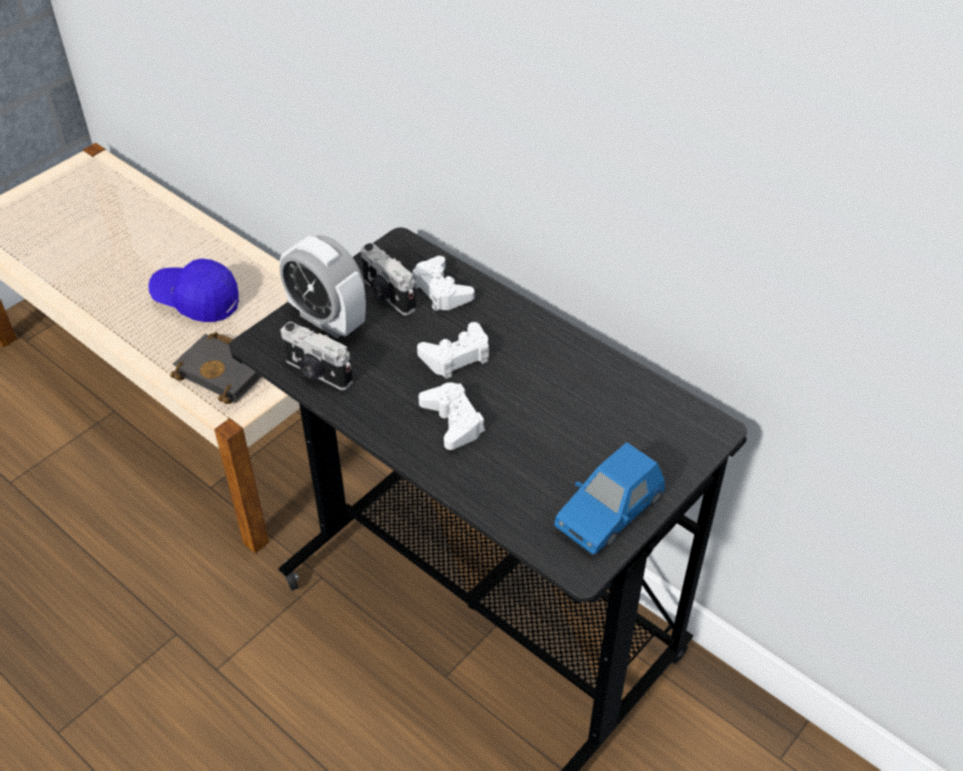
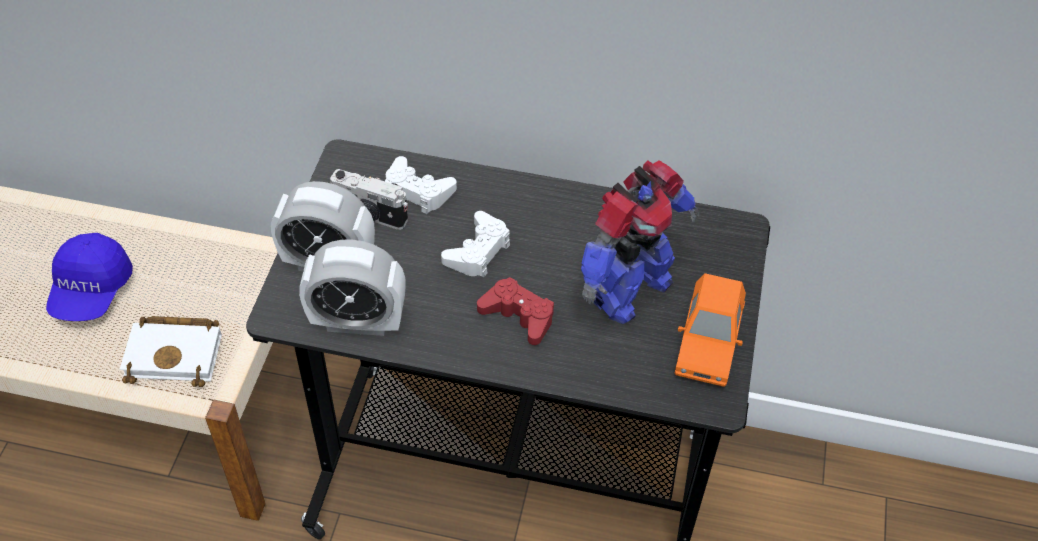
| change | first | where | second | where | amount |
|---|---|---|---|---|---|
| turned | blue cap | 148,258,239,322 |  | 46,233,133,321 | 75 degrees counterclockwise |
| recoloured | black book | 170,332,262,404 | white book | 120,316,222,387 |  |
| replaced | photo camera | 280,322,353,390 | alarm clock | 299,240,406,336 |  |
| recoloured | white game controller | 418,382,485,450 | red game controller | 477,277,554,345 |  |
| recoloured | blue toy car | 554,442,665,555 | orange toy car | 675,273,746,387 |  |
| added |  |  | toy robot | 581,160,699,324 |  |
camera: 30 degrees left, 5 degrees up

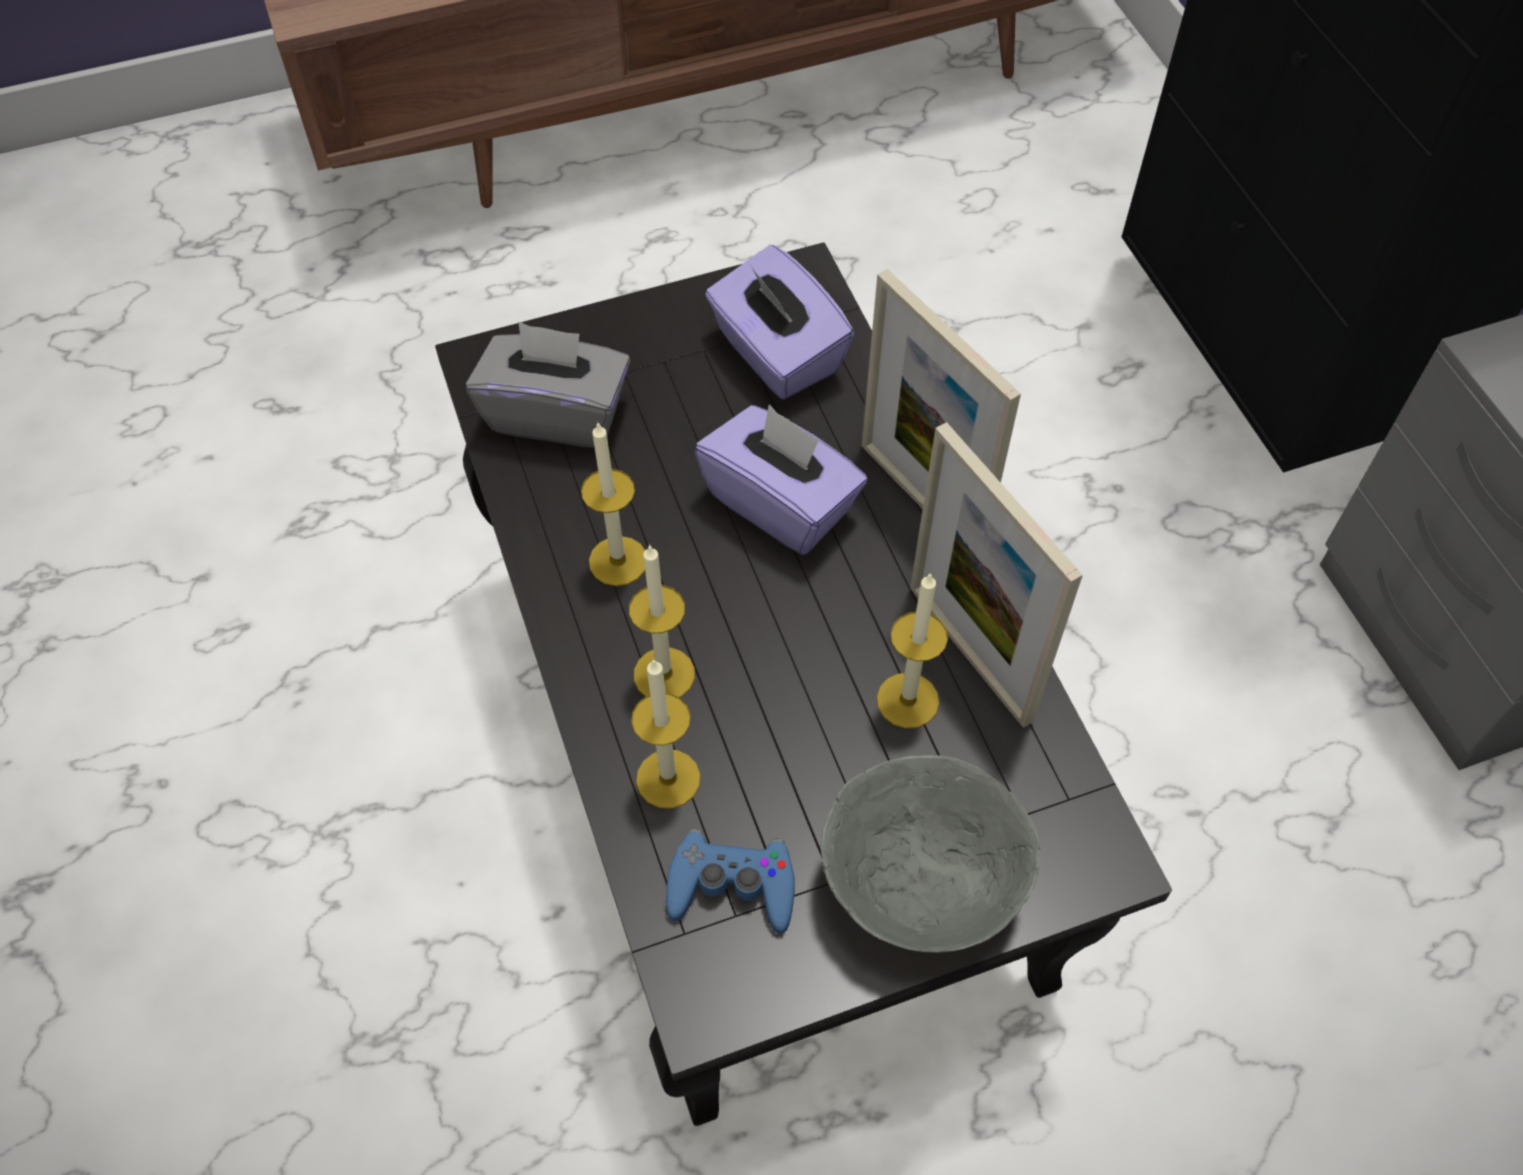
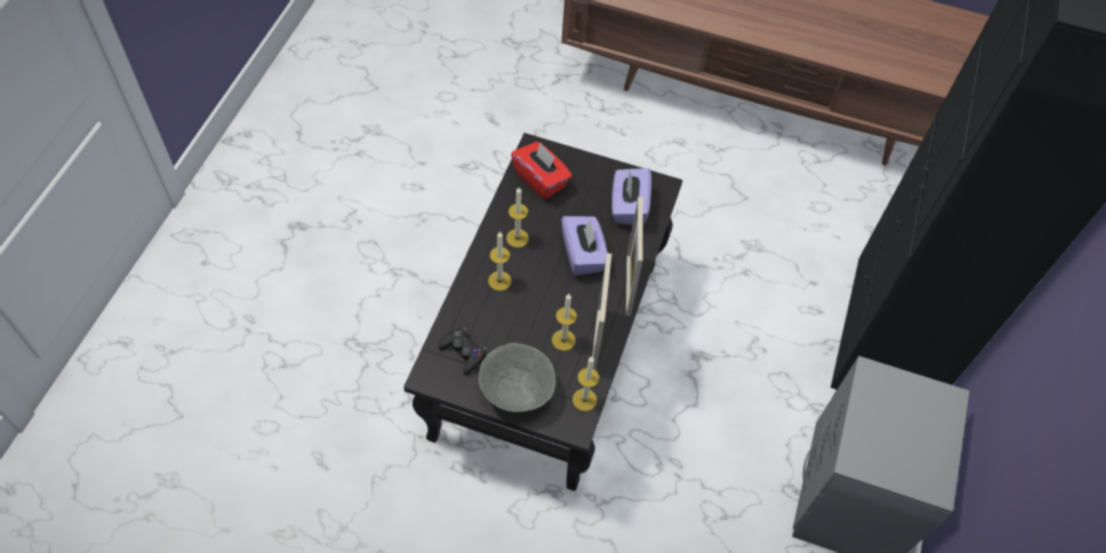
| change | first | where | second | where | amount |
|---|---|---|---|---|---|
| recoloured | grey tissue box | 466,322,631,448 | red tissue box | 511,142,572,200 |  |
| moved | candle | 631,659,701,809 |  | 572,357,599,411 |  |
| recoloured | blue game controller | 666,829,795,934 | black game controller | 438,327,486,375 |  |
camera: 35 degrees right, 0 degrees up

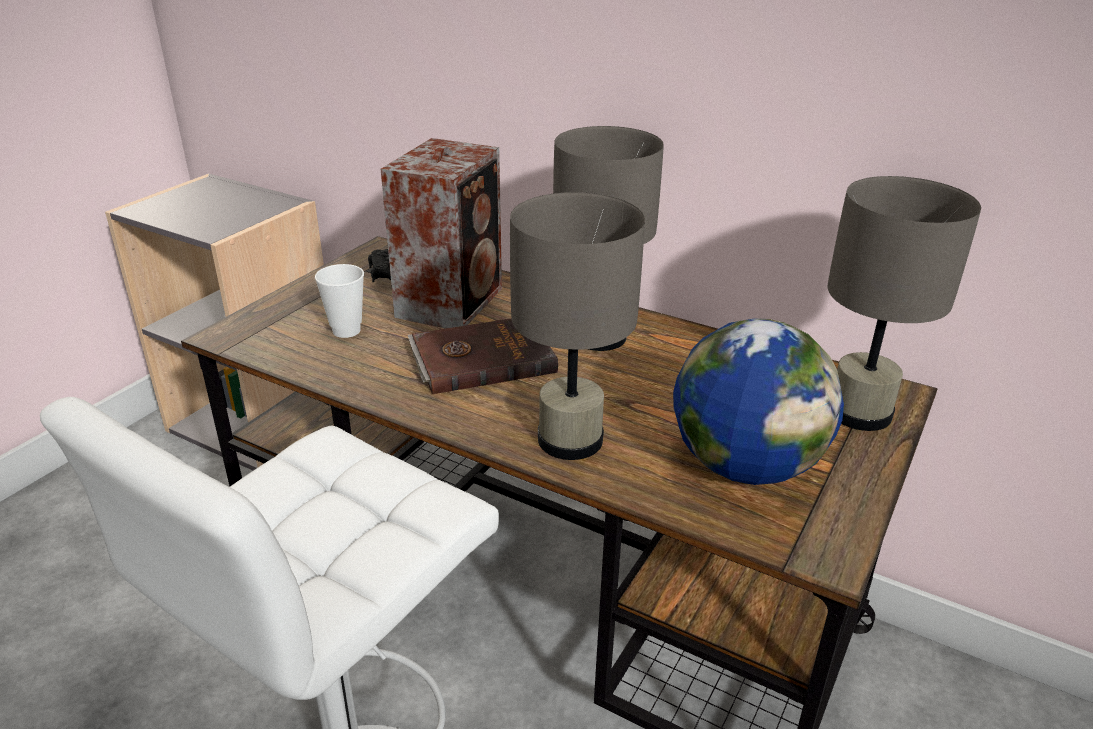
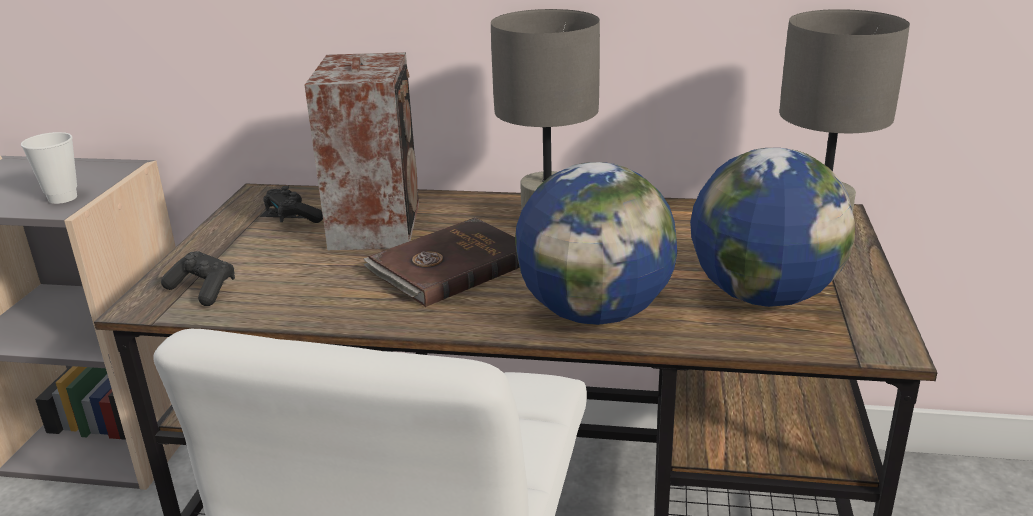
| change | first | where | second | where | amount |
|---|---|---|---|---|---|
| moved | cup | 315,264,364,338 |  | 21,132,77,204 |  |
| replaced | grey table lamp | 510,192,645,460 | globe | 515,162,677,325 |  |
| added |  |  | black game controller | 161,251,235,306 |  |
camera: 20 degrees left, 5 degrees down

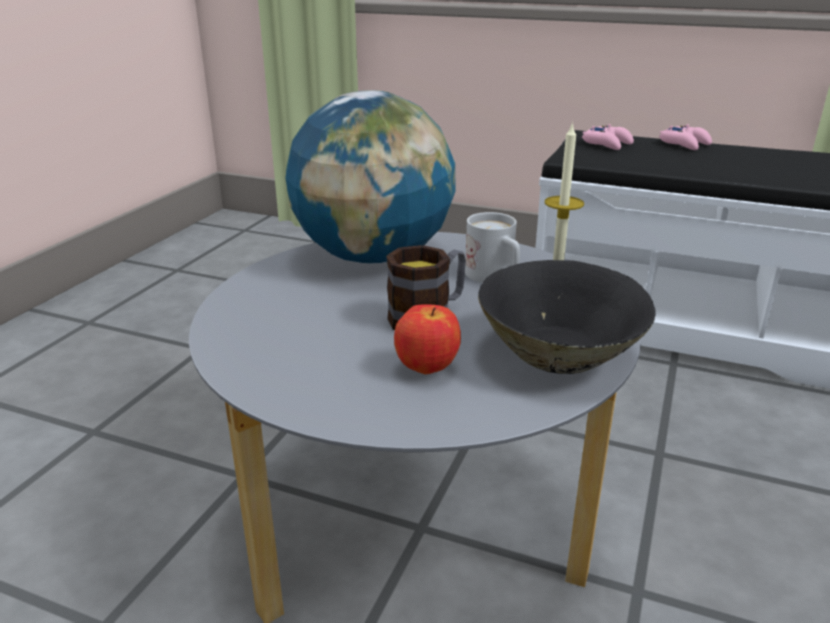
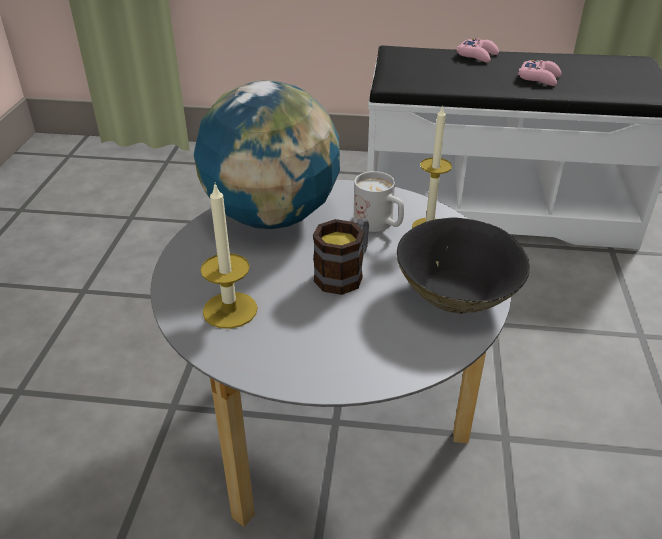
| change | first | where | second | where | amount |
|---|---|---|---|---|---|
| removed | apple | 394,304,461,374 |  |  |  |
| moved | pink game controller | 582,124,634,150 |  | 518,60,561,86 |  |
| added |  |  | candle | 200,184,258,329 |  |
camera: 15 degrees left, 10 degrees up

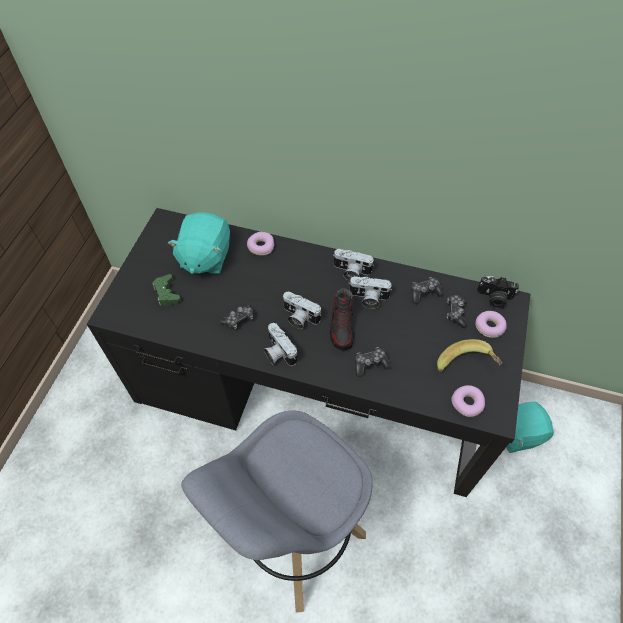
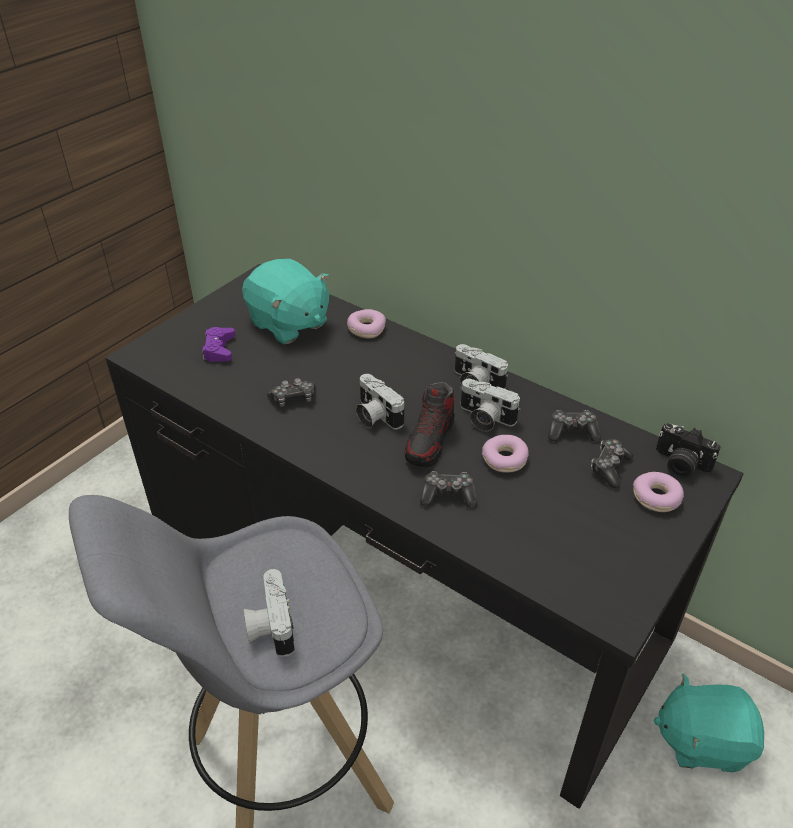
| change | first | where | second | where | amount |
|---|---|---|---|---|---|
| recoloured | green game controller | 152,274,181,306 | purple game controller | 202,327,235,362 |  |
| turned | turquoise plush toy | 168,212,230,274 |  | 242,259,330,344 | 75 degrees counterclockwise |
| moved | photo camera | 264,323,297,366 |  | 244,569,295,657 |  |
| removed | banana | 437,339,503,372 |  |  |  |
| moved | donut | 451,385,485,417 |  | 482,435,529,473 |  |
camera: 20 degrees right, 15 degrees down

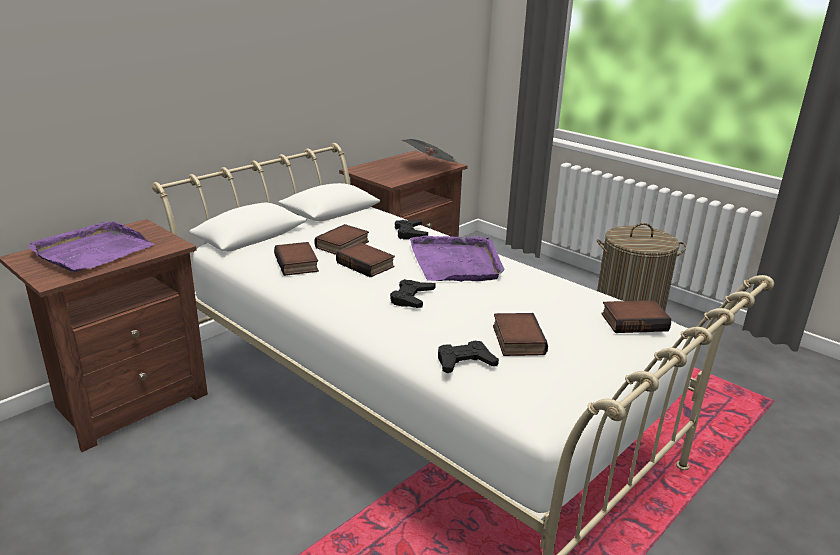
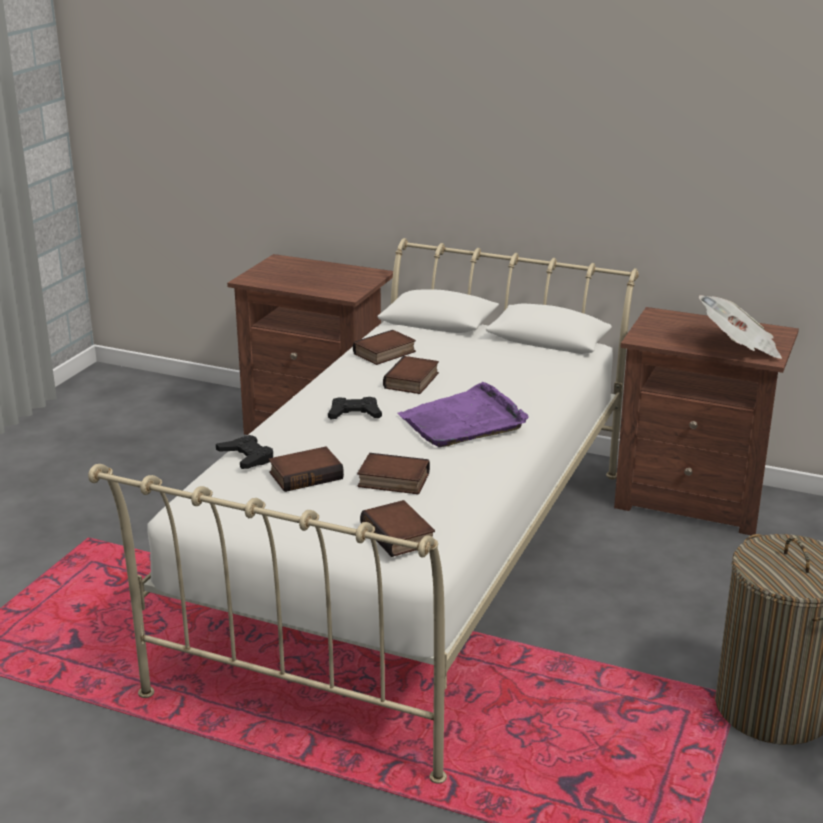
| change | first | where | second | where | amount |
|---|---|---|---|---|---|
| removed | purple tray | 28,221,154,272 |  |  |  |
| moved | book | 314,224,369,255 |  | 357,453,430,494 |  |
| removed | black game controller | 395,219,428,240 |  |  |  |
camera: 70 degrees right, 0 degrees up

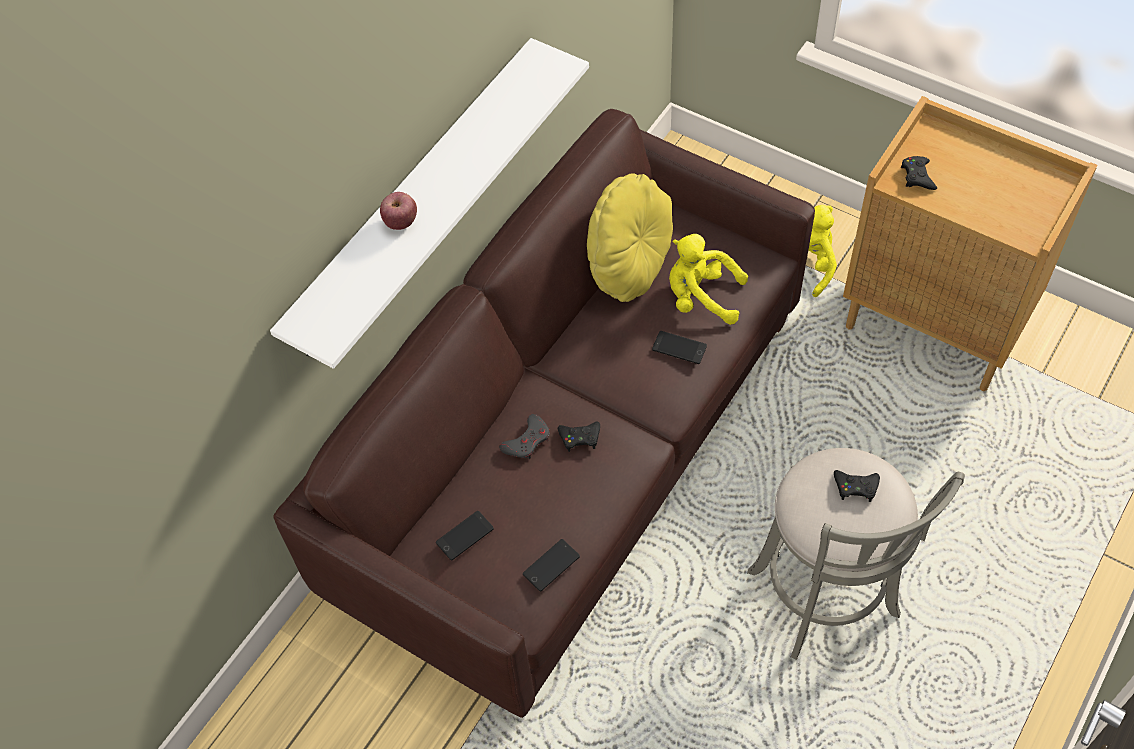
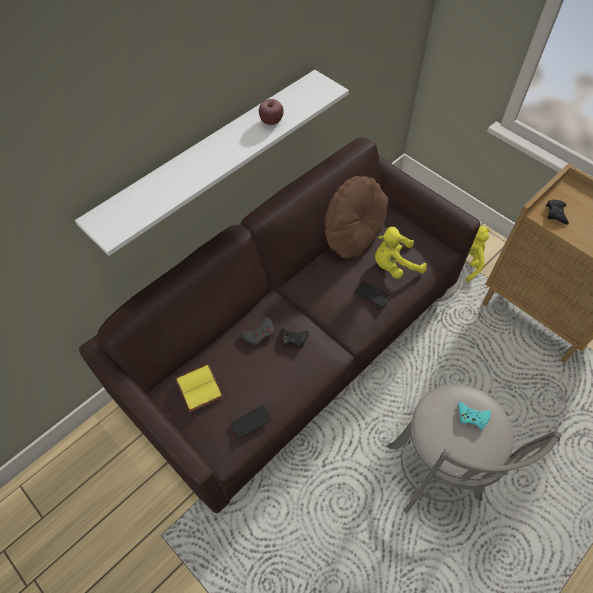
| change | first | where | second | where | amount |
|---|---|---|---|---|---|
| moved | apple | 380,192,417,230 |  | 259,99,284,125 |  |
| replaced | phone | 436,511,494,561 | yellow book | 175,364,224,412 |  |
| recoloured | yellow pillow | 587,173,673,302 | brown pillow | 325,176,388,258 |  |
| turned | yellow plush toy | 669,234,748,325 |  | 375,227,427,279 | 45 degrees counterclockwise |
| recoloured | black game controller | 834,470,880,502 | turquoise game controller | 458,402,491,431 |  |
camera: 10 degrees right, 0 degrees up

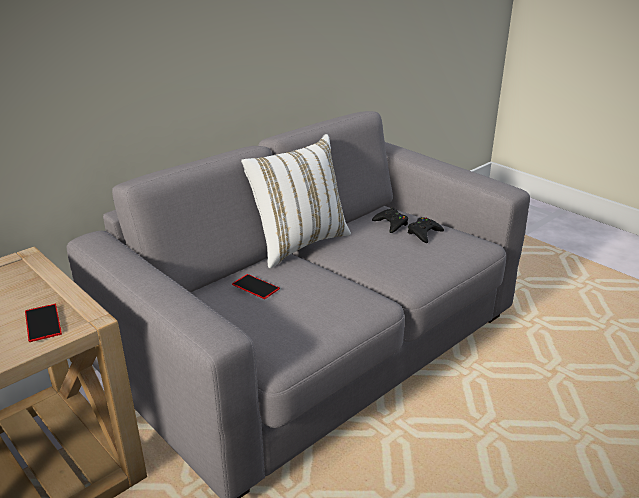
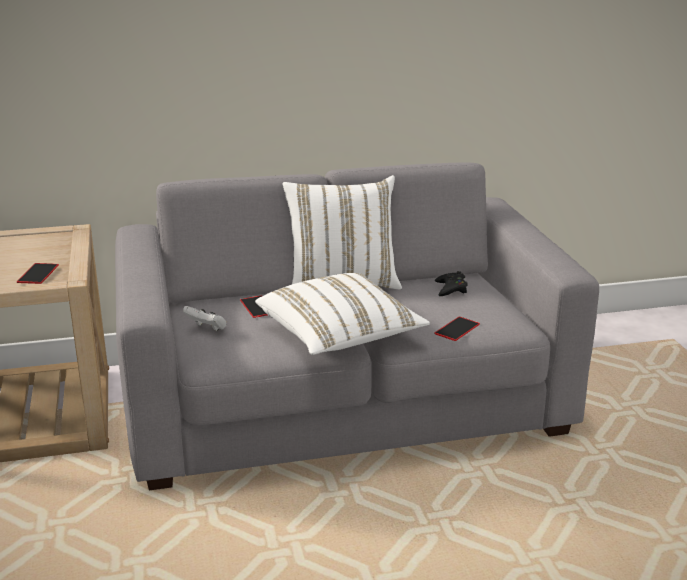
| change | first | where | second | where | amount |
|---|---|---|---|---|---|
| removed | black game controller | 408,217,444,243 |  |  |  |
| added |  |  | white game controller | 183,306,227,331 |  |
| added |  |  | white pillow | 255,273,430,355 |  |
| added |  |  | phone | 434,316,480,341 |  |
camera: 30 degrees right, 5 degrees down

